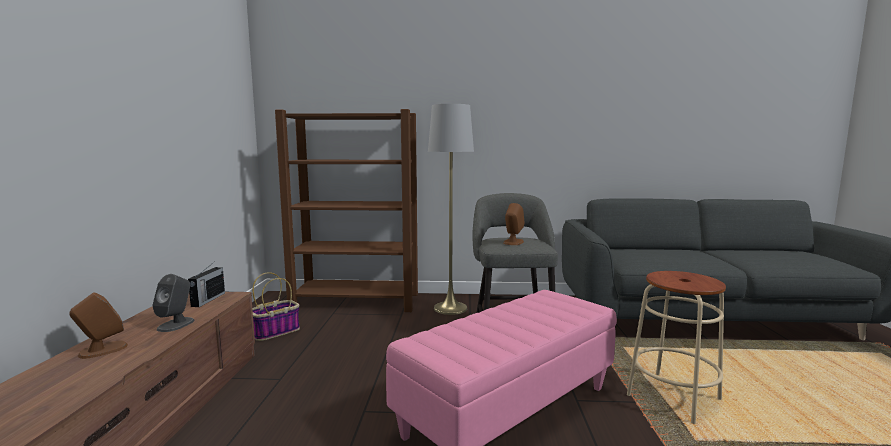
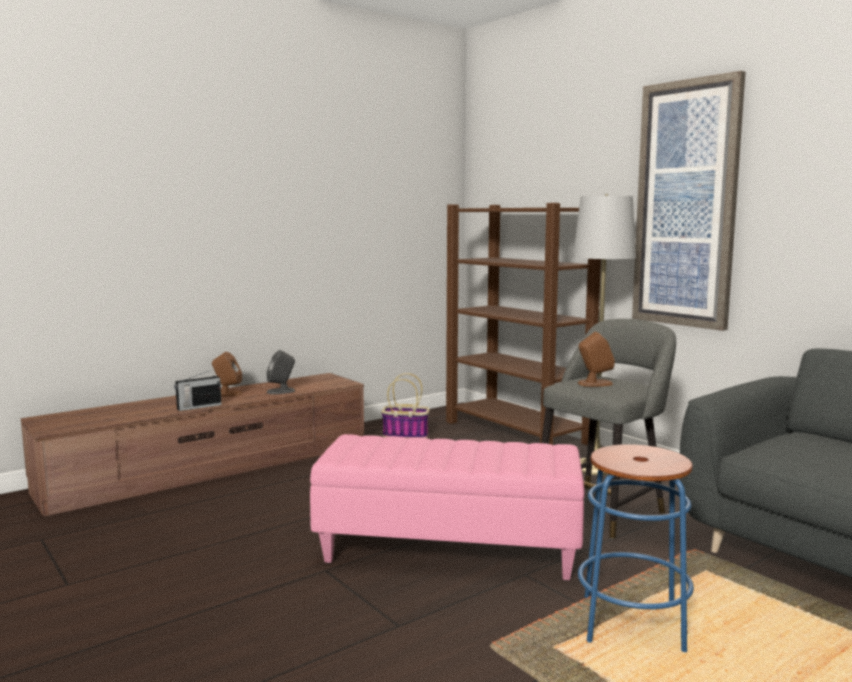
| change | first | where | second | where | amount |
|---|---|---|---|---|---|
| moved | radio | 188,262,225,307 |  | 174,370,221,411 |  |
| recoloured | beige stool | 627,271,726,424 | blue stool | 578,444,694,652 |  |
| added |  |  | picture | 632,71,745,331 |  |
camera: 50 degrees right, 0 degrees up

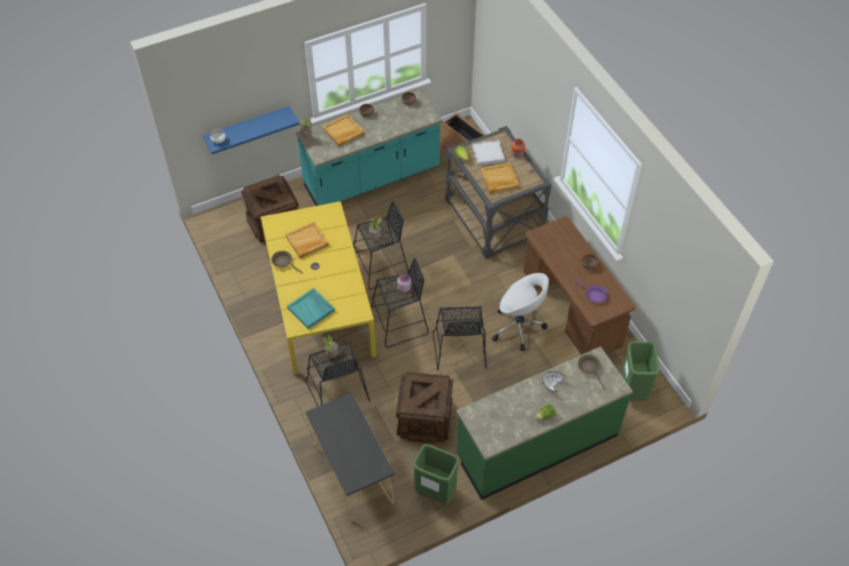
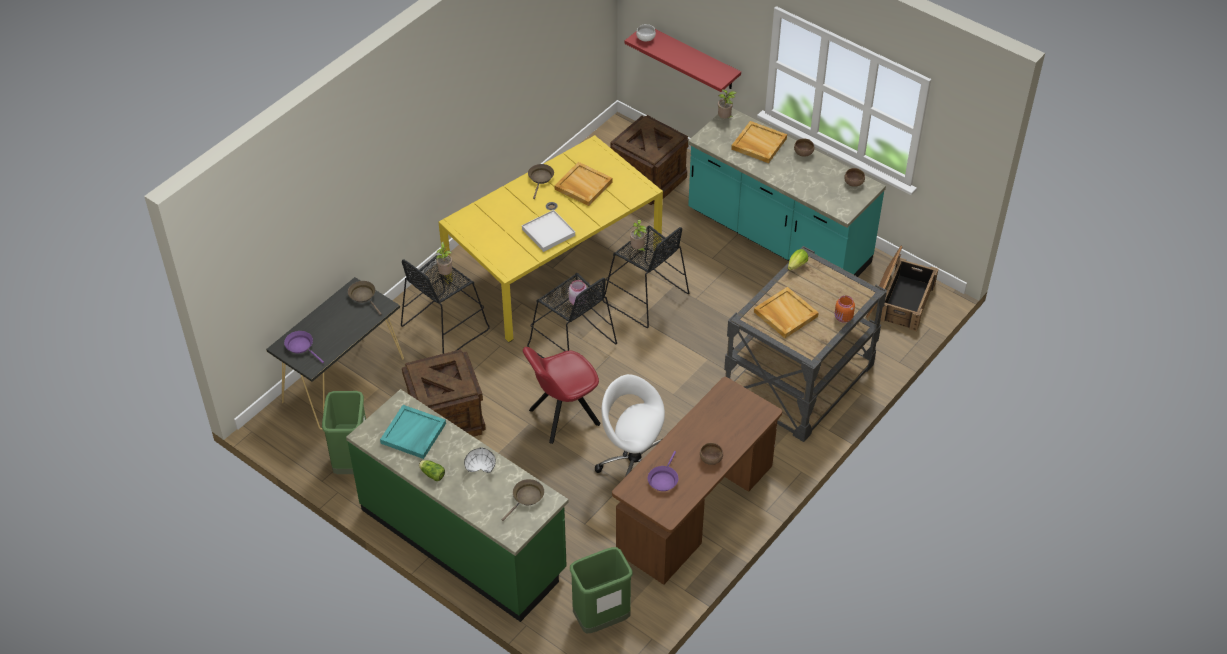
| change | first | where | second | where | amount |
|---|---|---|---|---|---|
| recoloured | blue shelf | 203,106,299,154 | red shelf | 625,29,741,92 |  |
| moved | turquoise tray | 287,288,335,329 |  | 380,405,446,459 |  |
| replaced | black stool | 433,306,487,371 | red chair | 523,347,600,444 |  |
| moved | white tray | 472,139,505,166 |  | 522,210,575,252 |  |
| turned | white office chair | 492,273,549,351 |  | 595,374,665,477 | 105 degrees clockwise |
| added |  |  | purple frying pan | 284,331,324,363 |  |
| added |  |  | brown frying pan | 348,281,382,315 |  |
camera: 65 degrees right, 5 degrees down

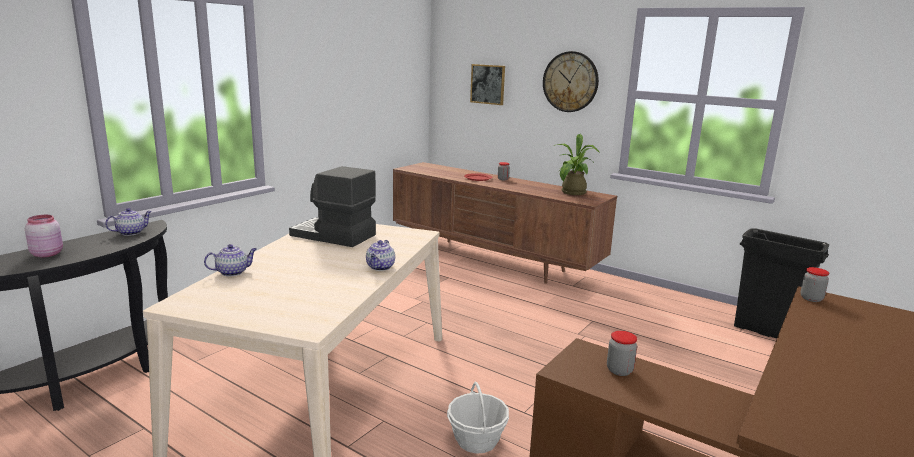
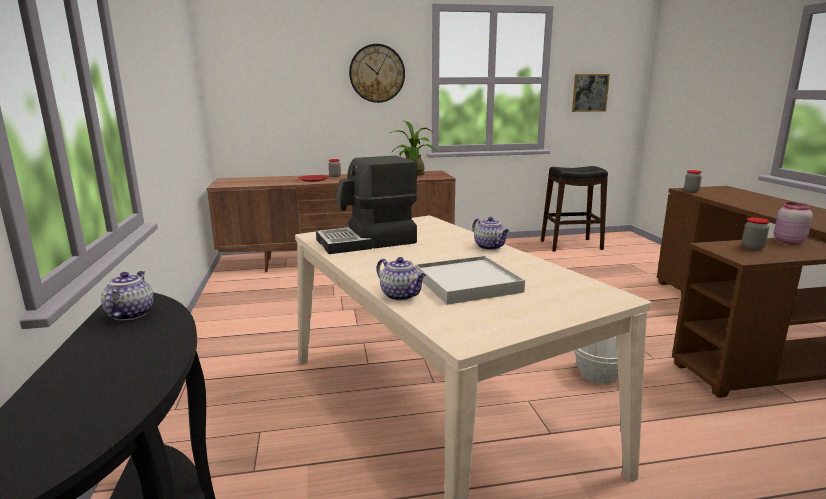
| change | first | where | second | where | amount |
|---|---|---|---|---|---|
| moved | pink jar | 25,215,63,257 |  | 774,202,813,244 |  |
| turned | teapot | 204,244,257,276 |  | 377,257,426,301 | 120 degrees clockwise |
| moved | picture | 470,64,505,105 |  | 572,74,610,112 |  |
| replaced | black trash can | 734,228,829,338 | black stool | 541,166,608,252 |  |
| added |  |  | white tray | 415,256,525,305 |  |
camera: 45 degrees left, 0 degrees up

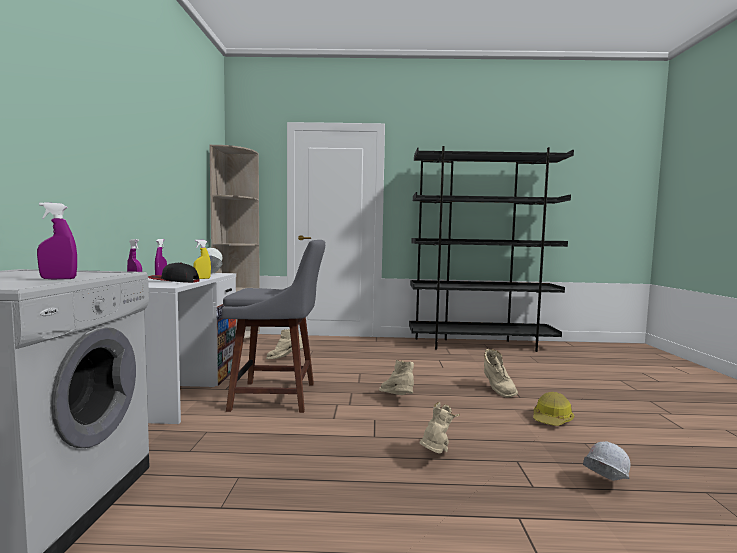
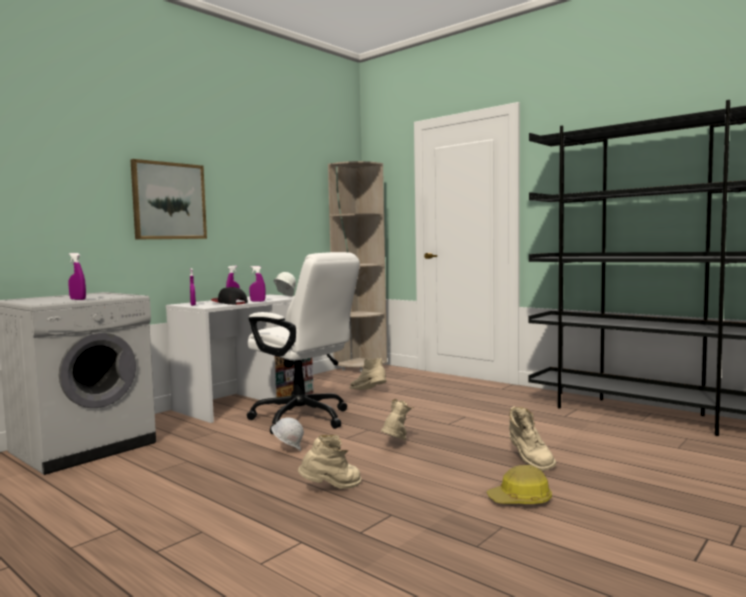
| change | first | where | second | where | amount |
|---|---|---|---|---|---|
| recoloured | yellow spray bottle | 193,240,211,279 | purple spray bottle | 249,266,266,302 |  |
| replaced | grey stool | 222,240,325,413 | white office chair | 247,252,360,434 |  |
| turned | beige boot | 484,348,518,398 |  | 509,406,556,471 | 45 degrees counterclockwise |
| moved | white hard hat | 583,441,631,481 |  | 271,418,304,451 |  |
| added |  |  | picture | 131,159,207,239 |  |
camera: 40 degrees right, 0 degrees up

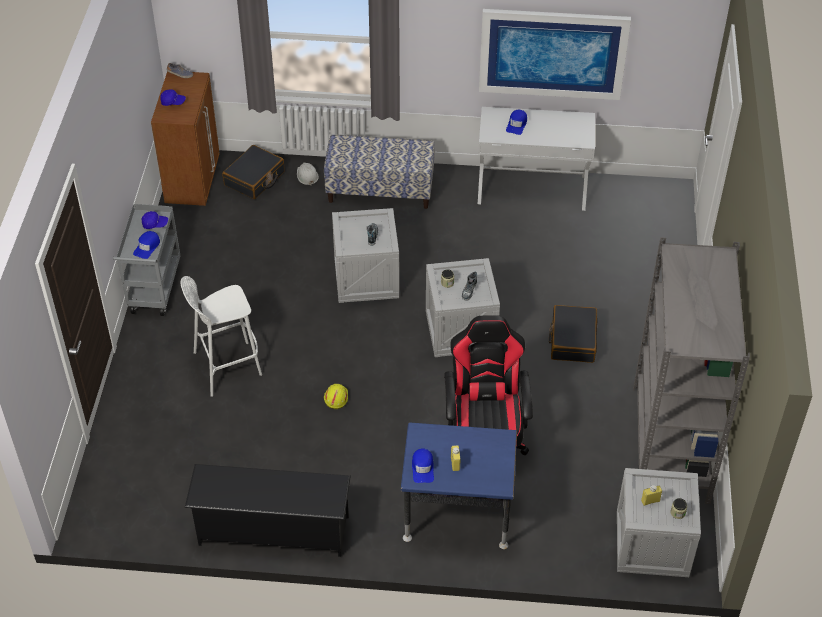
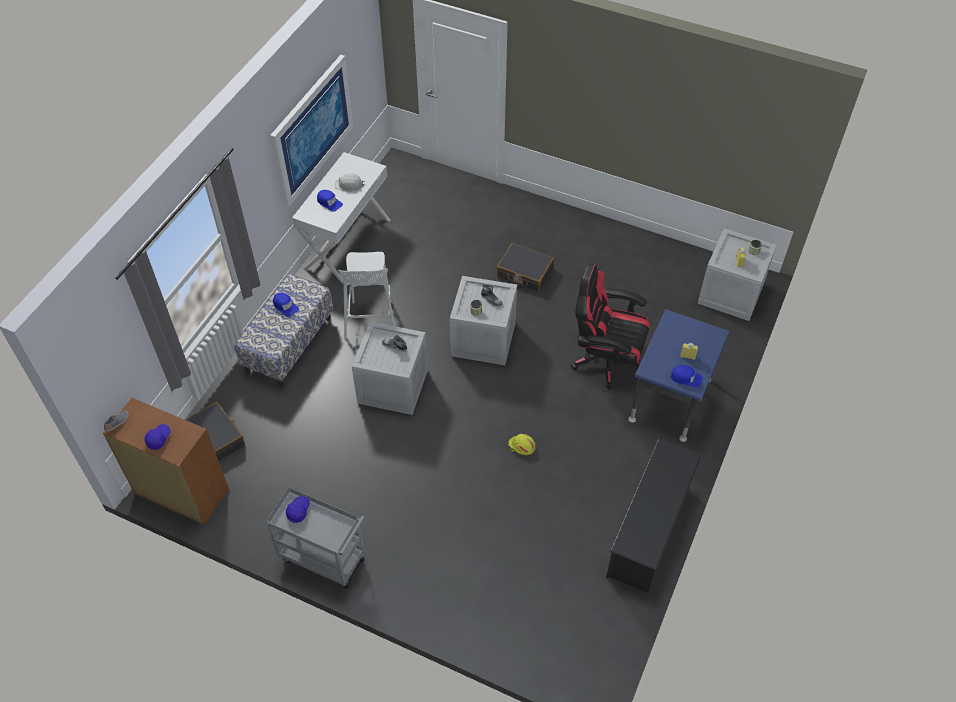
| change | first | where | second | where | amount |
|---|---|---|---|---|---|
| moved | blue cap | 133,231,160,259 |  | 273,293,299,317 |  |
| moved | white stool | 180,276,262,397 |  | 338,252,395,339 |  |
| moved | white hard hat | 297,162,319,186 |  | 335,173,365,192 |  |
| removed | grey bookcase | 633,237,750,504 |  |  |  |
camera: 70 degrees left, 5 degrees up

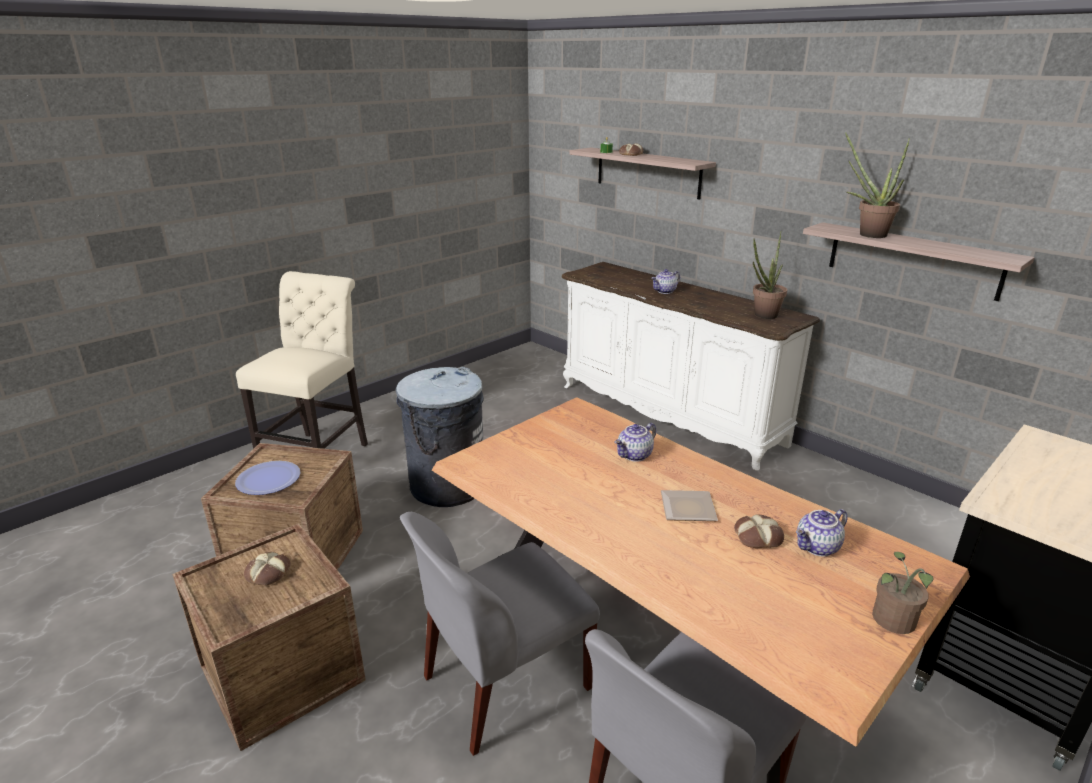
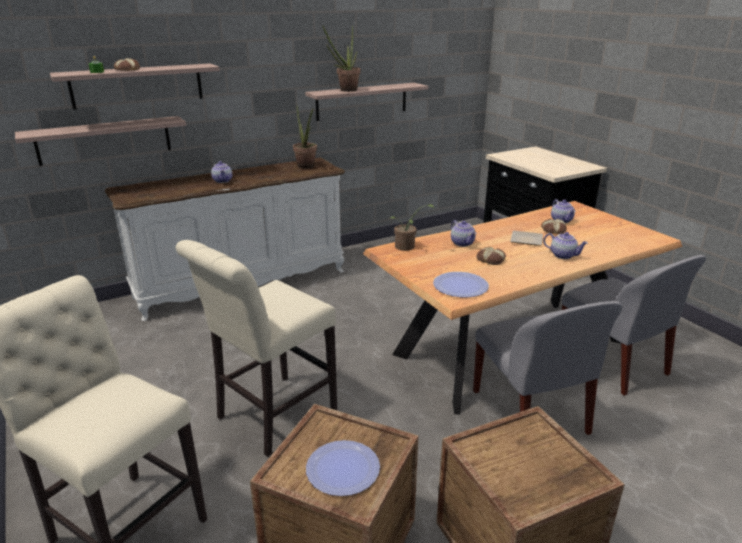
| change | first | where | second | where | amount |
|---|---|---|---|---|---|
| moved | bread | 244,552,291,586 |  | 476,247,506,265 |  |
| replaced | grey trash can | 396,367,484,507 | beige stool | 176,240,337,457 |  |
| moved | potted plant | 872,552,933,634 |  | 390,204,435,251 |  |
| added |  |  | shelf | 15,116,186,166 |  |
| added |  |  | plate | 433,272,489,297 |  |
| added |  |  | teapot | 543,232,588,259 |  |
camera: 75 degrees left, 0 degrees up

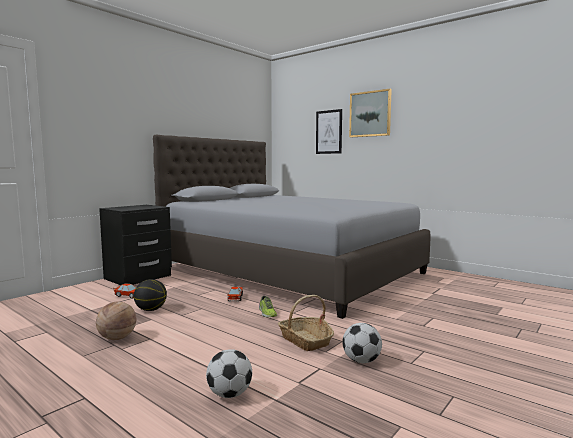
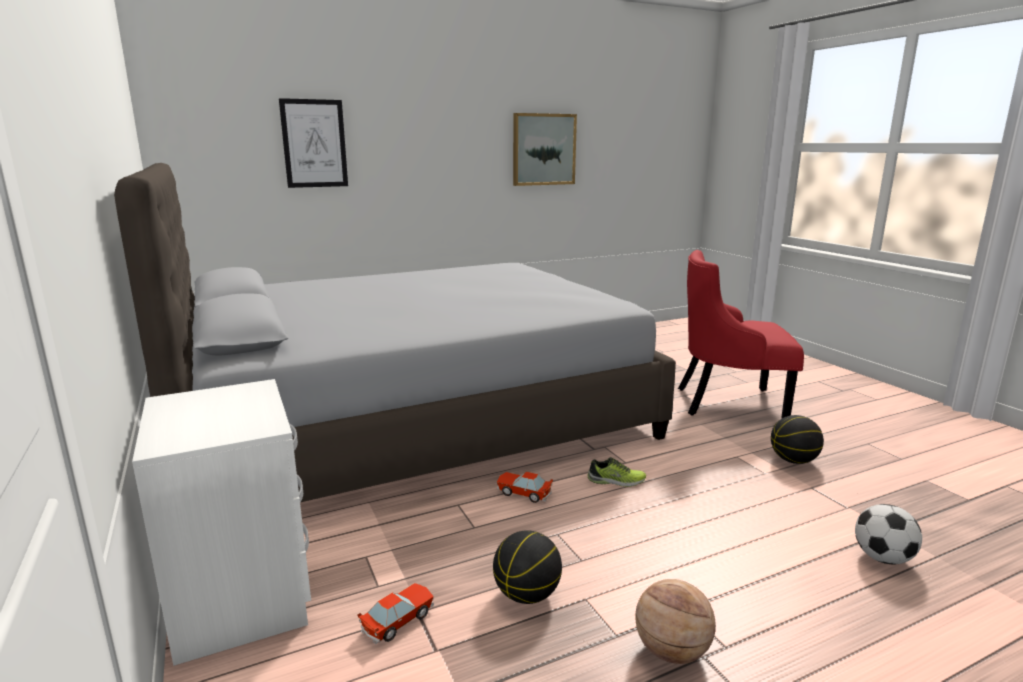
| change | first | where | second | where | amount |
|---|---|---|---|---|---|
| recoloured | black nightstand | 99,205,172,285 | white nightstand | 132,379,311,666 |  |
| removed | basket | 278,295,334,351 |  |  |  |
| replaced | football | 343,323,382,363 | basketball | 771,415,824,464 |  |
| moved | picture | 349,89,392,137 |  | 513,113,577,186 |  |
| added |  |  | red chair | 678,250,804,418 |  |
camera: 65 degrees left, 10 degrees up

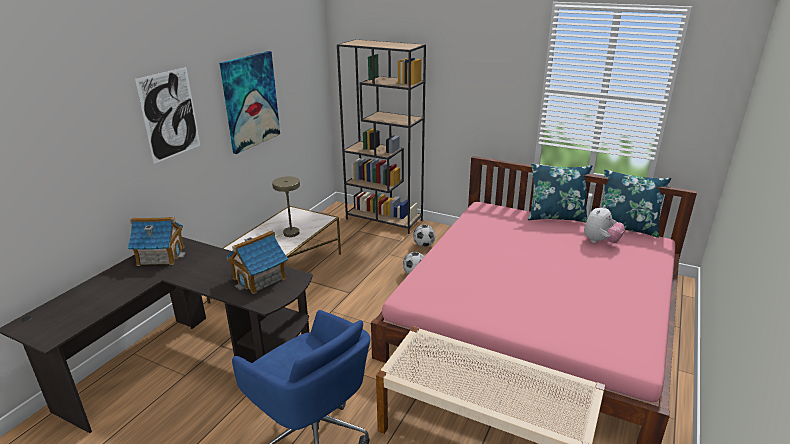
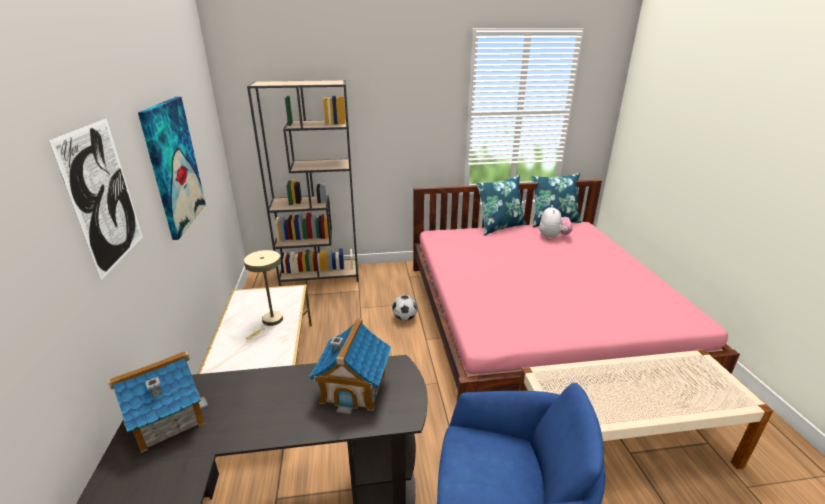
| change | first | where | second | where | amount |
|---|---|---|---|---|---|
| removed | football | 413,225,435,247 |  |  |  |
camera: 35 degrees left, 0 degrees up

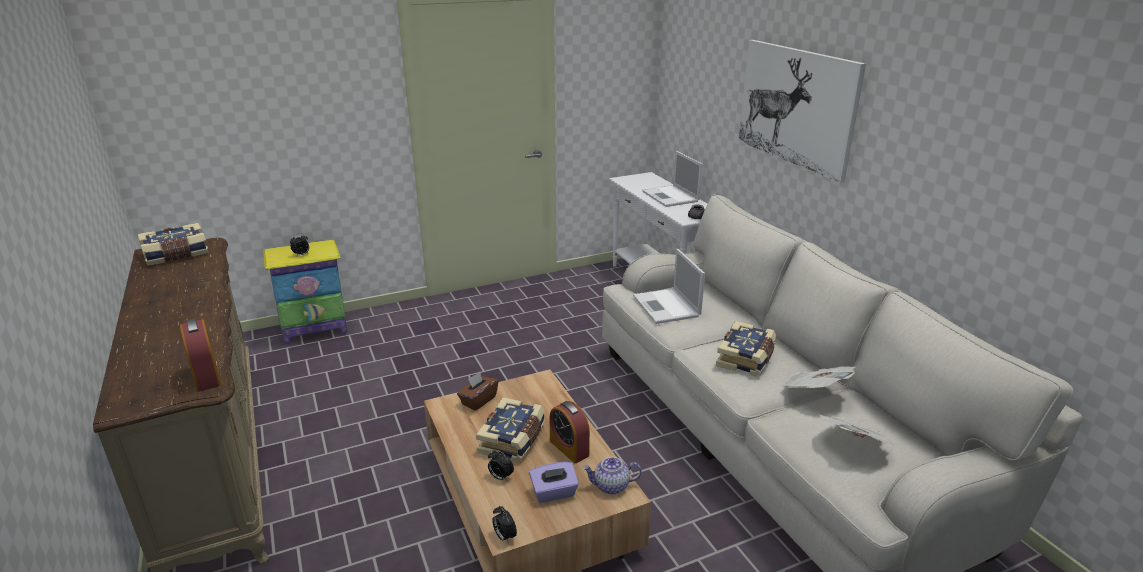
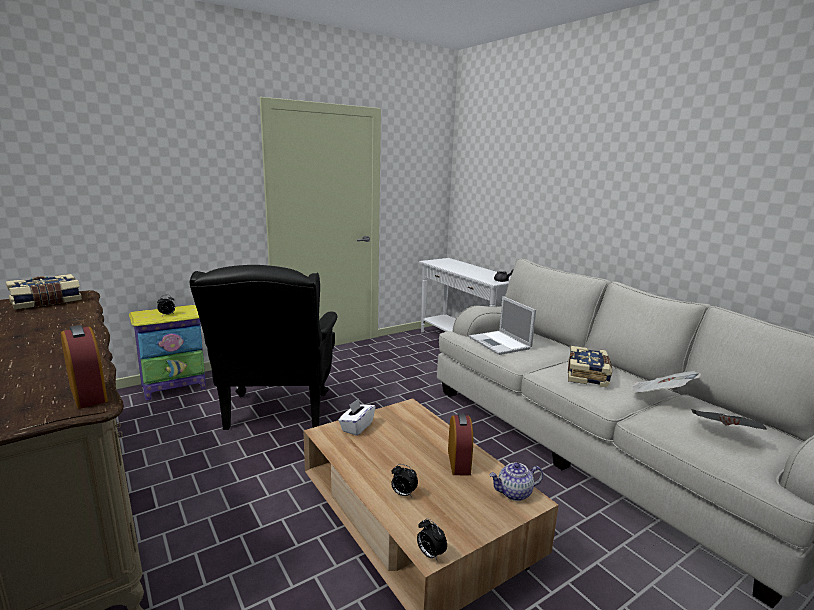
| change | first | where | second | where | amount |
|---|---|---|---|---|---|
| recoloured | brown tissue box | 457,372,499,411 | white tissue box | 338,398,375,436 |  |
| removed | book | 476,397,545,463 |  |  |  |
| removed | purple tissue box | 529,462,579,503 |  |  |  |
| turned | alarm clock | 549,401,590,463 |  | 448,414,473,475 | 135 degrees counterclockwise |
| removed | laptop | 642,151,703,207 |  |  |  |
| removed | picture | 738,40,866,183 |  |  |  |
| added |  |  | black armchair | 190,265,337,430 |  |
camera: 10 degrees left, 10 degrees down

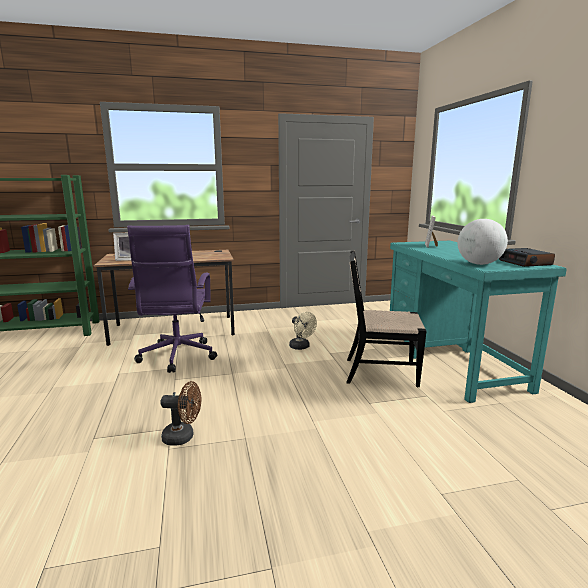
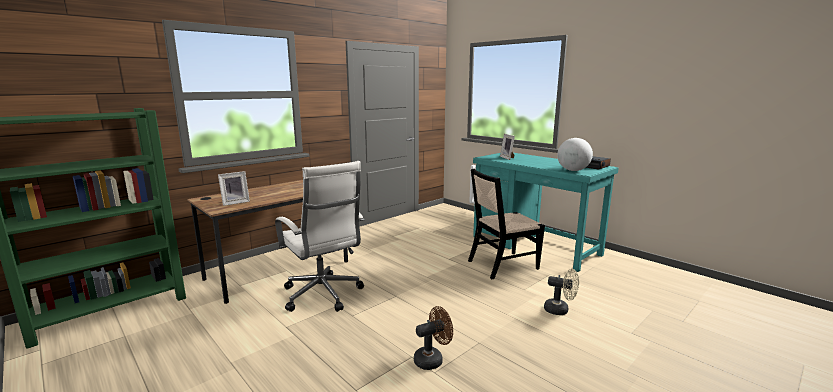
| change | first | where | second | where | amount |
|---|---|---|---|---|---|
| recoloured | purple office chair | 127,225,217,373 | white office chair | 275,161,365,312 |  |
| moved | beige fan | 289,312,317,350 |  | 544,269,579,315 |  |
camera: 30 degrees left, 0 degrees up

